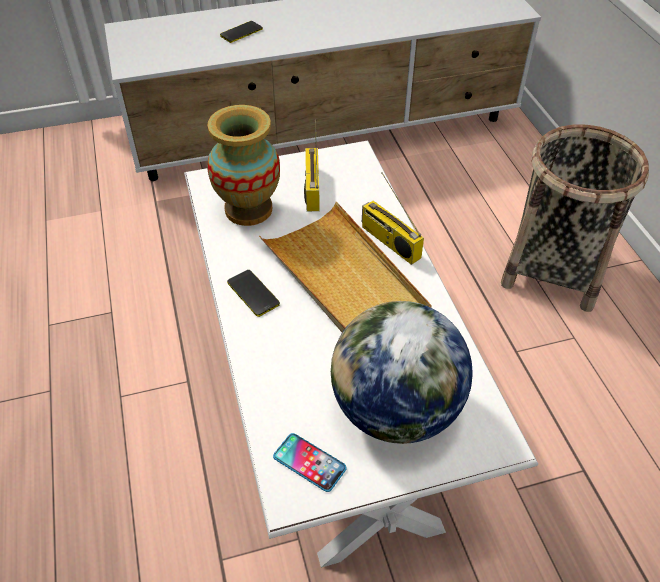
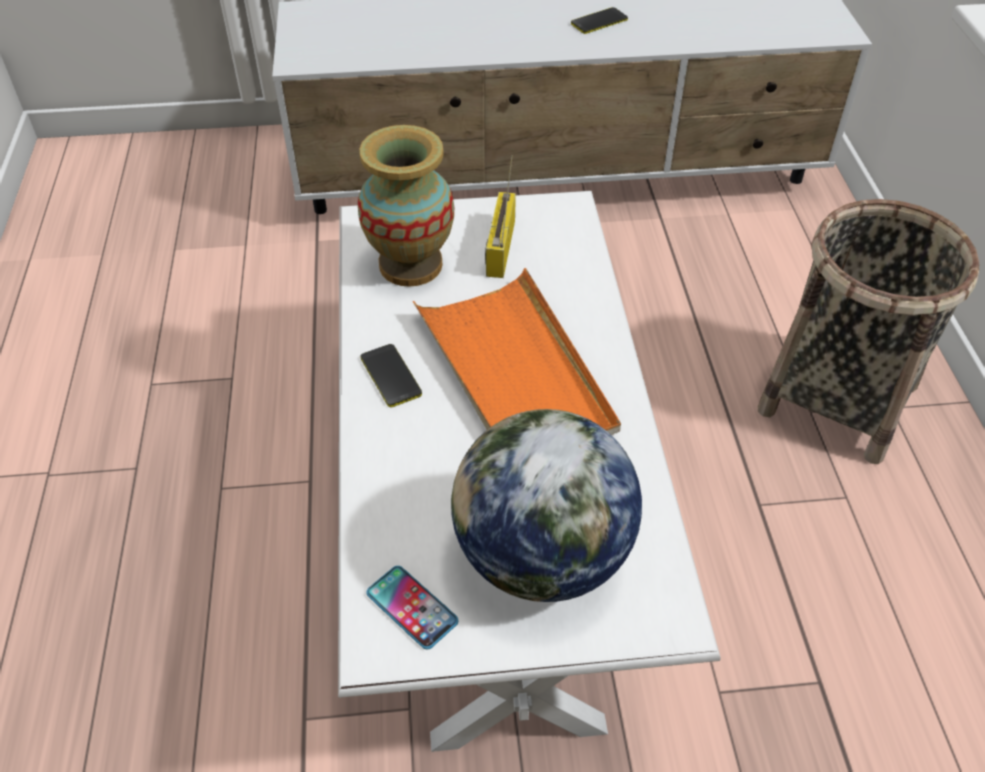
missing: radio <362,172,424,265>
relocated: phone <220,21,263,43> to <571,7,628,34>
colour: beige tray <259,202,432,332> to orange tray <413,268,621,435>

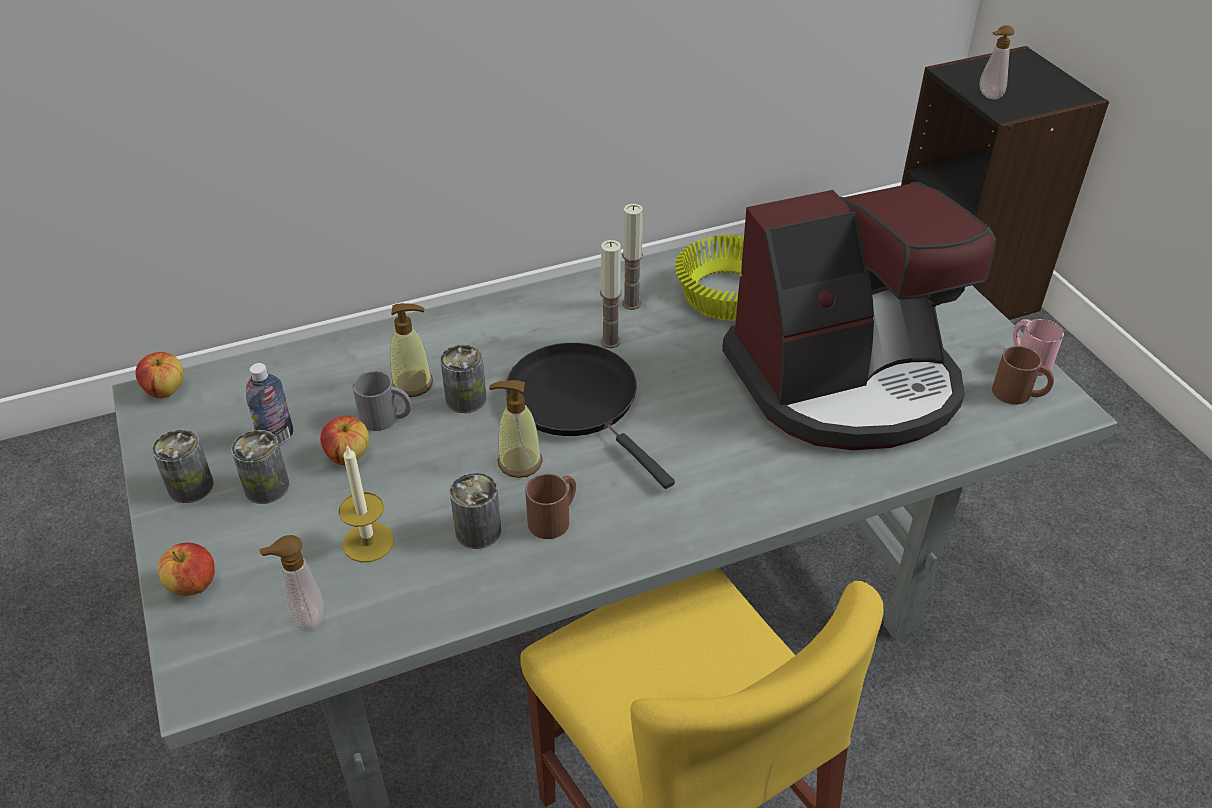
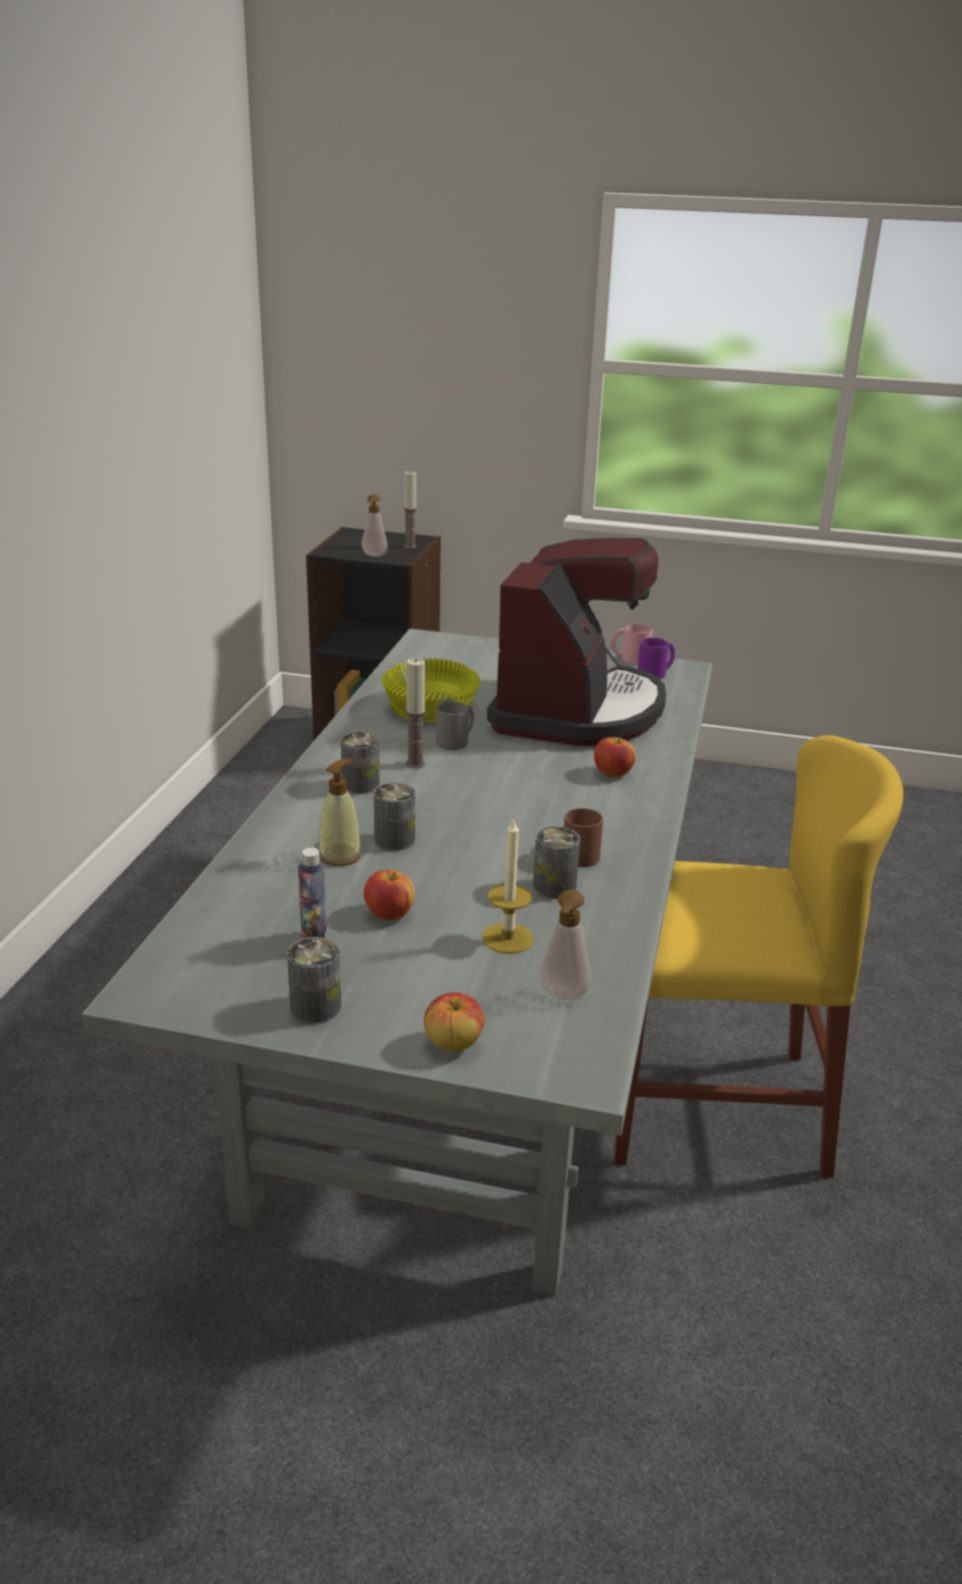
missing: soap dispenser <489,380,543,478>; black frying pan <505,343,675,489>
relocated: apple <135,352,184,398> to <594,736,636,777>; can <231,430,289,504> to <341,732,380,794>; grey mug <353,371,412,431> to <436,701,474,750>; candle <622,204,643,310> to <404,470,417,549>
colour: brown mug <992,346,1054,405> to purple mug <638,637,675,680>

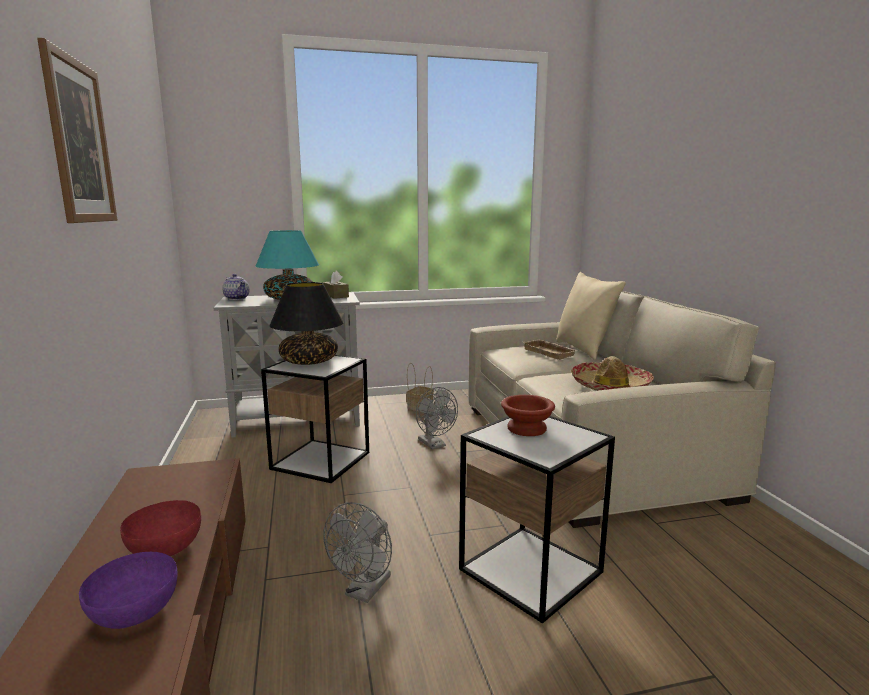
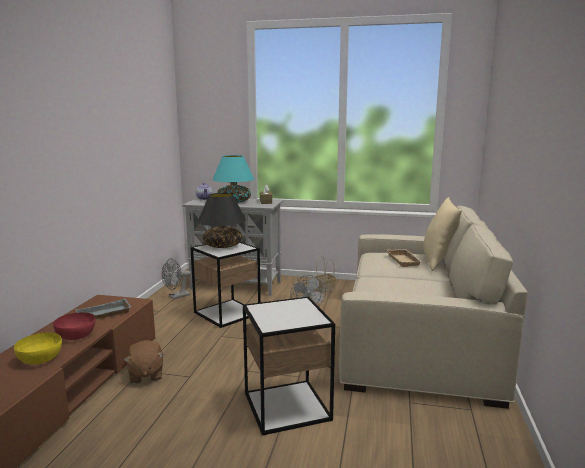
missing: picture <37,38,117,223>; brown bowl <501,395,555,436>; hat <570,356,654,391>
appeared: grey tray <75,298,131,319>; brown plush toy <124,340,165,384>
relocated: grey fan <323,502,392,603> to <162,258,191,299>
colour: purple bowl <79,552,178,629> to yellow bowl <14,332,62,364>

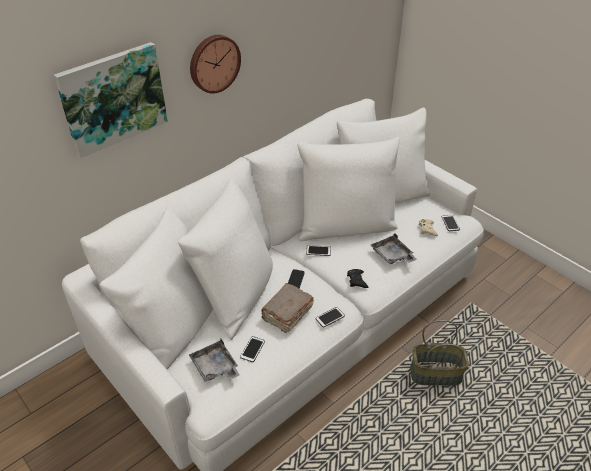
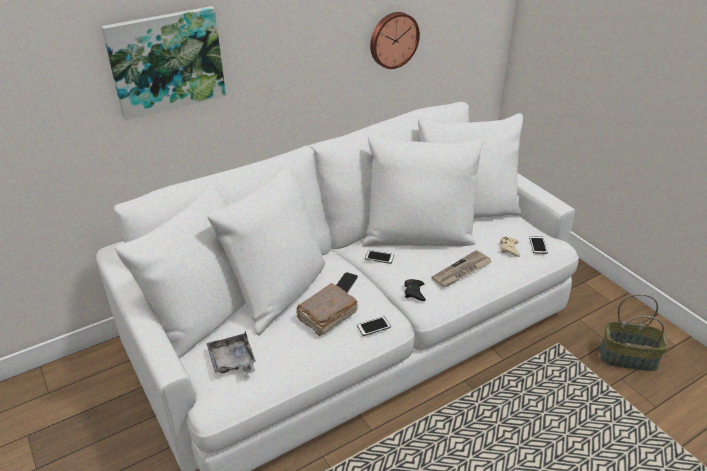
missing: phone <240,336,265,362>
relocated: wall clock <190,35,241,94> to <370,12,420,69>; basket <410,320,469,386> to <600,294,668,371>
exchanged: grey tray <371,233,417,264> to newspaper <432,250,491,287>

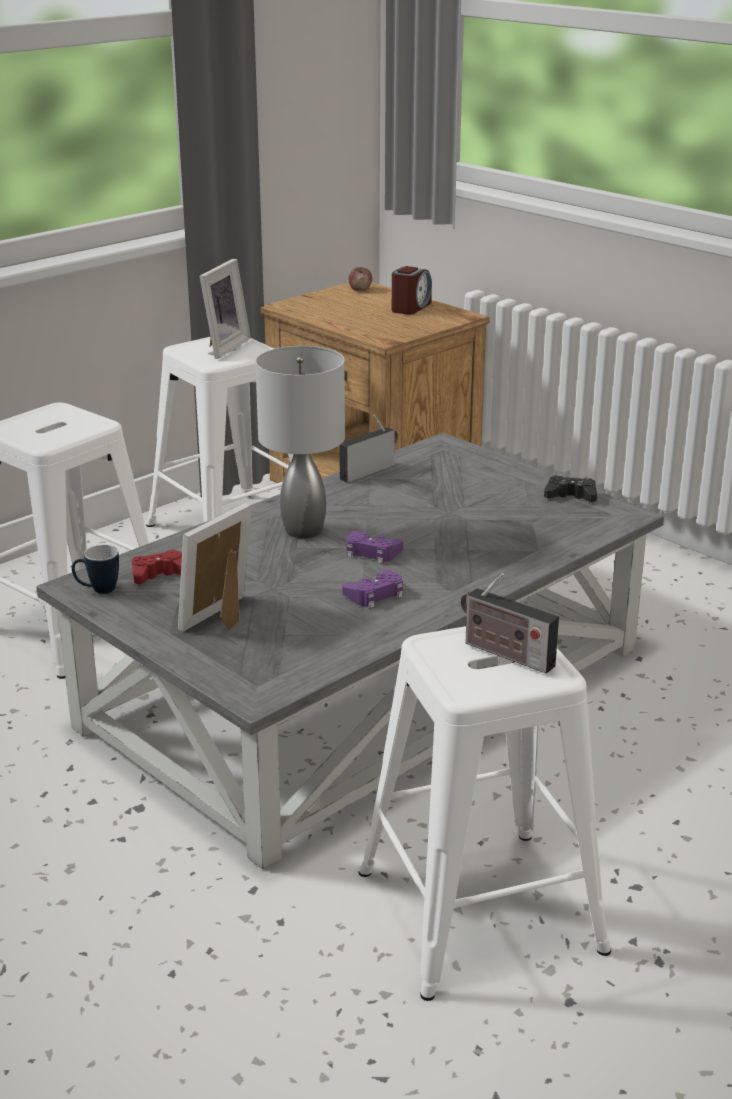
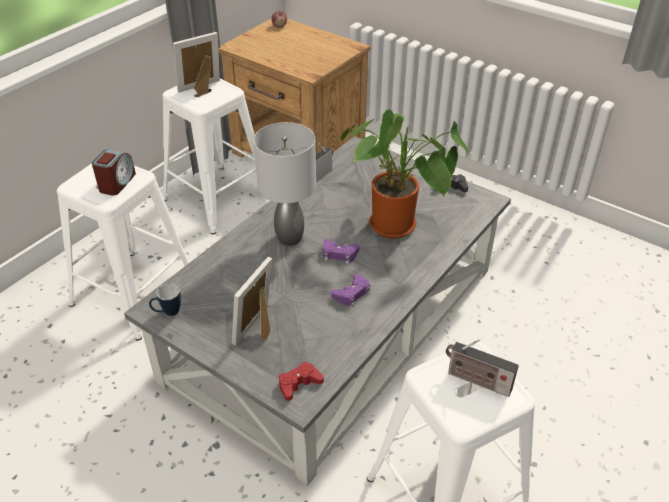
appeared: potted plant <340,110,468,238>
relocated: red game controller <132,550,182,584> to <279,362,324,401>; alarm clock <392,266,432,315> to <92,149,136,196>
spun: picture frame <199,259,251,359> = <173,32,220,96> 135 degrees counterclockwise

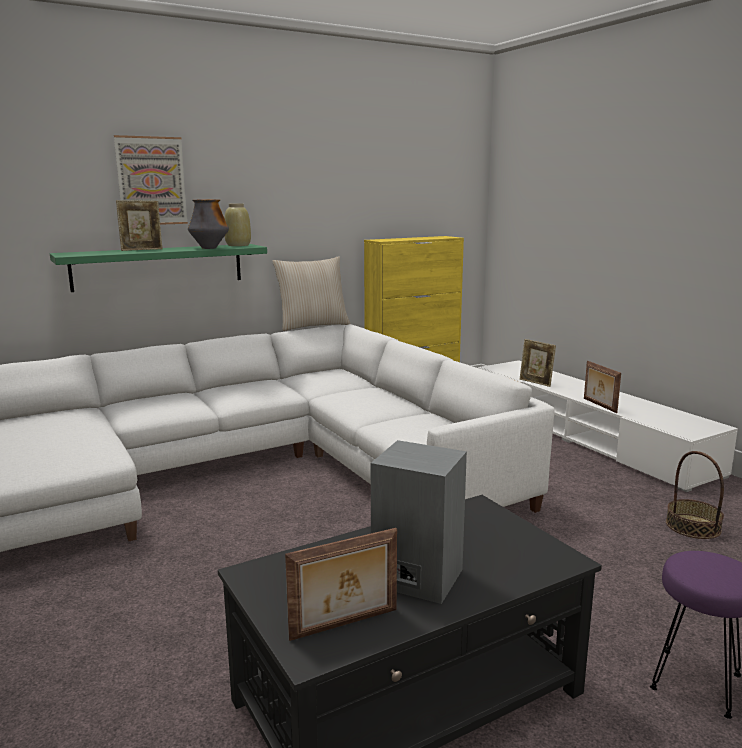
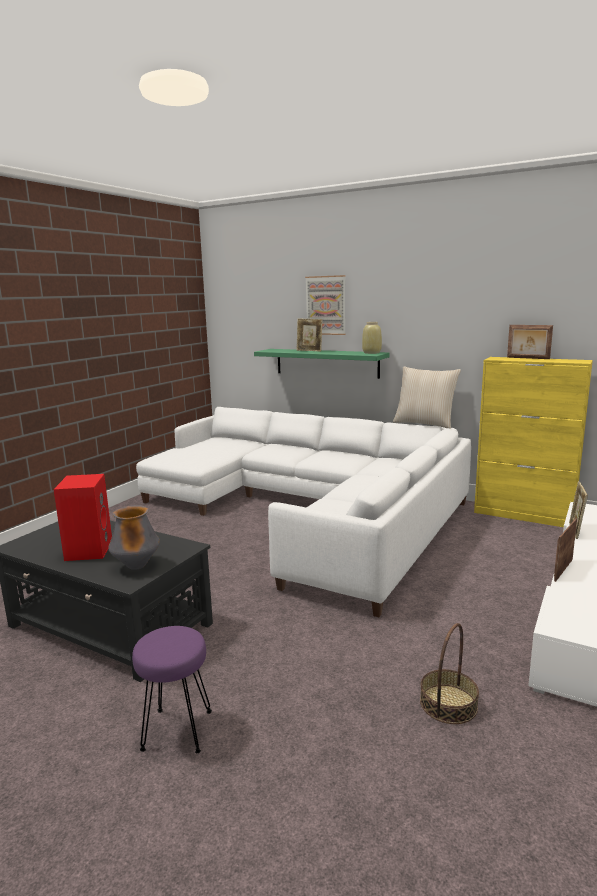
relocated: vase <188,199,229,249> to <108,505,160,570>; picture frame <285,528,397,641> to <507,325,553,359>
colour: grey speaker <371,440,467,604> to red speaker <54,474,112,561>

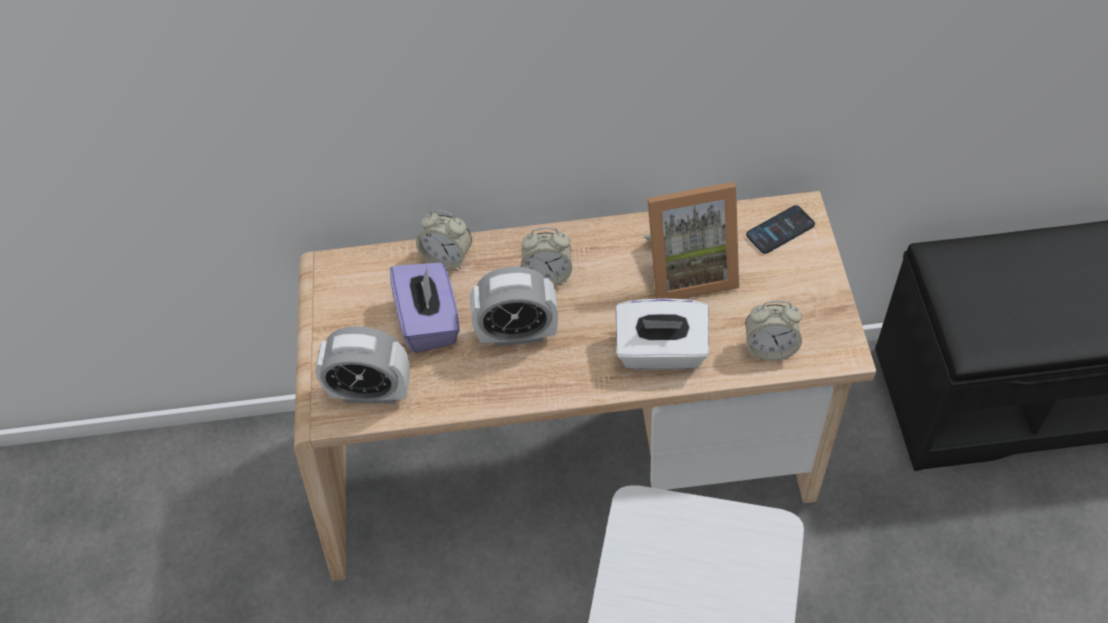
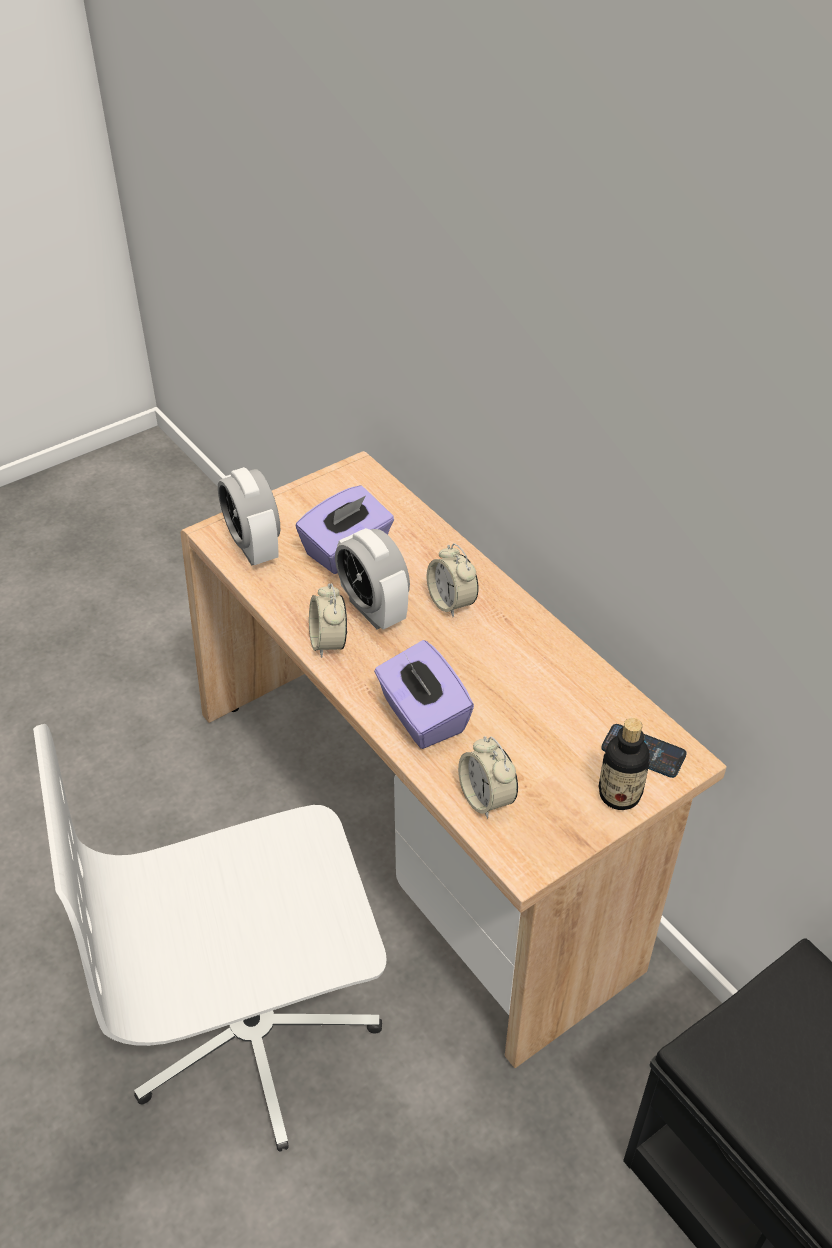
missing: picture frame <643,182,739,299>
appeared: bottle <599,718,650,810>
relocated: alarm clock <416,210,472,269> to <309,583,347,658>
colour: white tissue box <616,298,709,369> to purple tissue box <374,640,474,749>

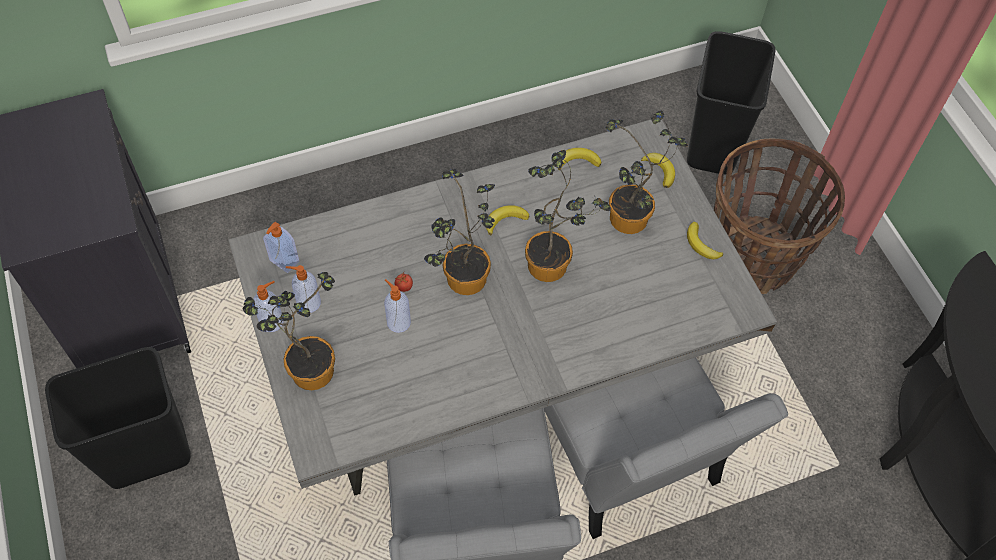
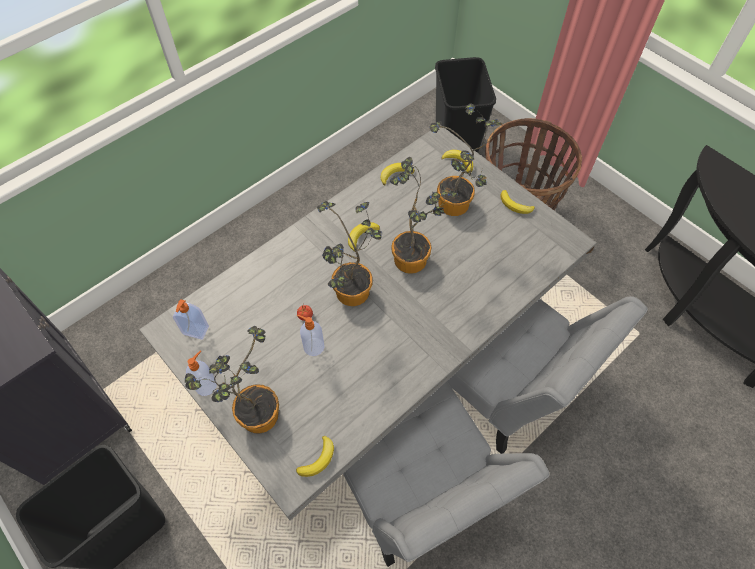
missing: soap dispenser <285,265,321,313>
appeared: banana <296,436,334,477>

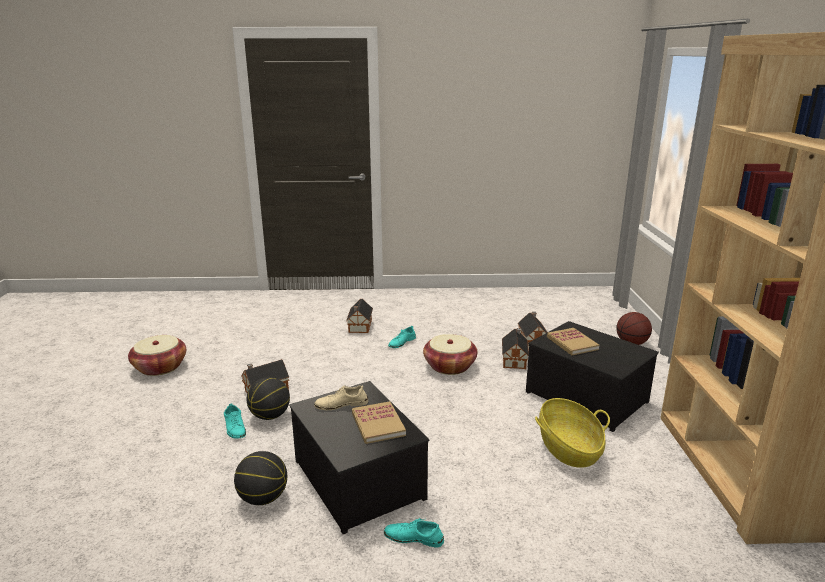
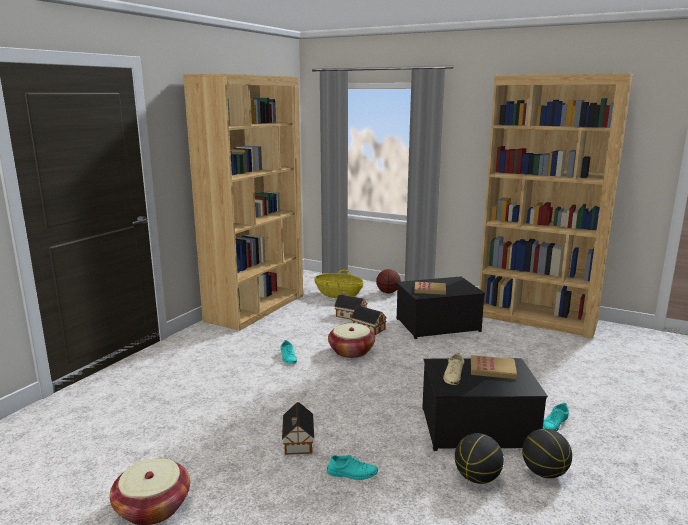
missing: toy house <346,299,373,333>
appeared: brown bookcase <183,74,303,331>
relocated: basketball <247,377,290,420> to <522,429,572,478>; basket <535,398,610,468> to <314,270,364,298>

